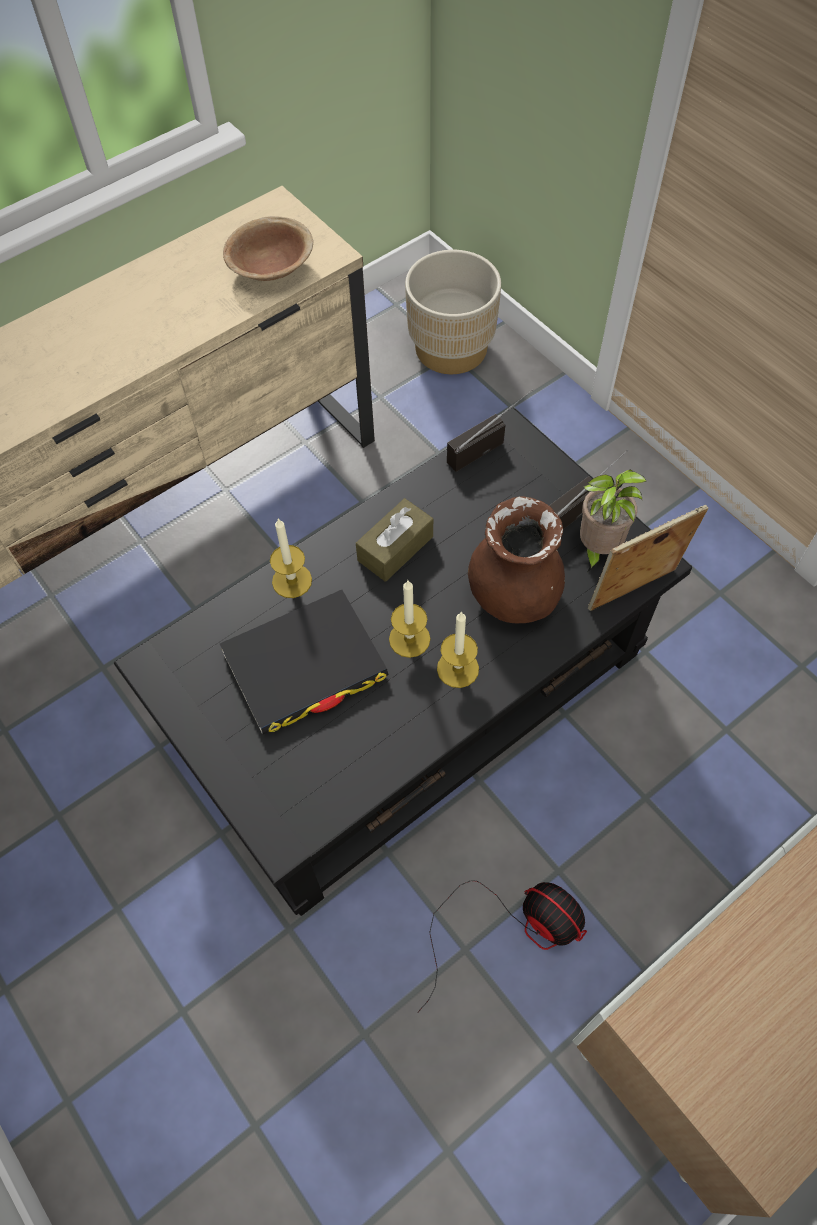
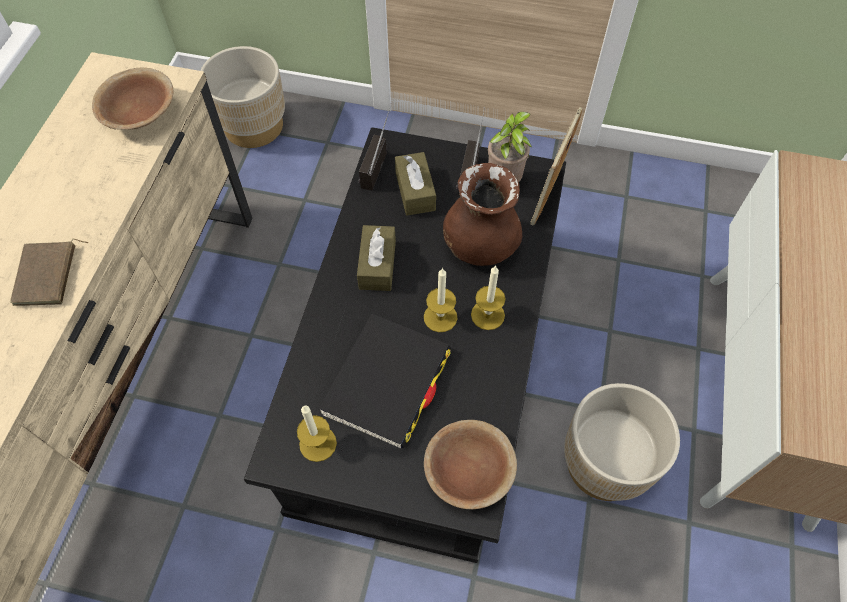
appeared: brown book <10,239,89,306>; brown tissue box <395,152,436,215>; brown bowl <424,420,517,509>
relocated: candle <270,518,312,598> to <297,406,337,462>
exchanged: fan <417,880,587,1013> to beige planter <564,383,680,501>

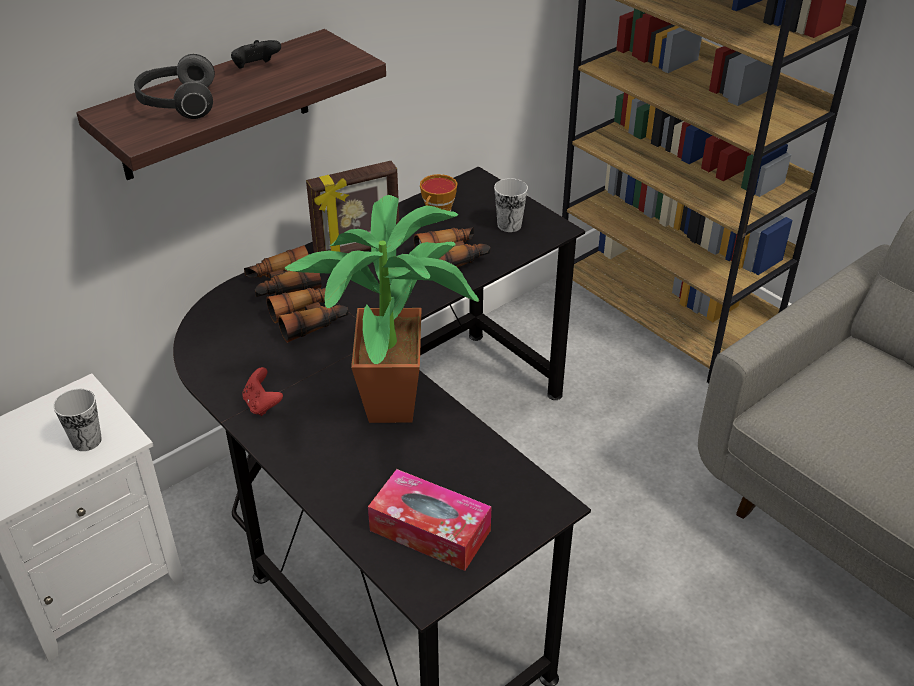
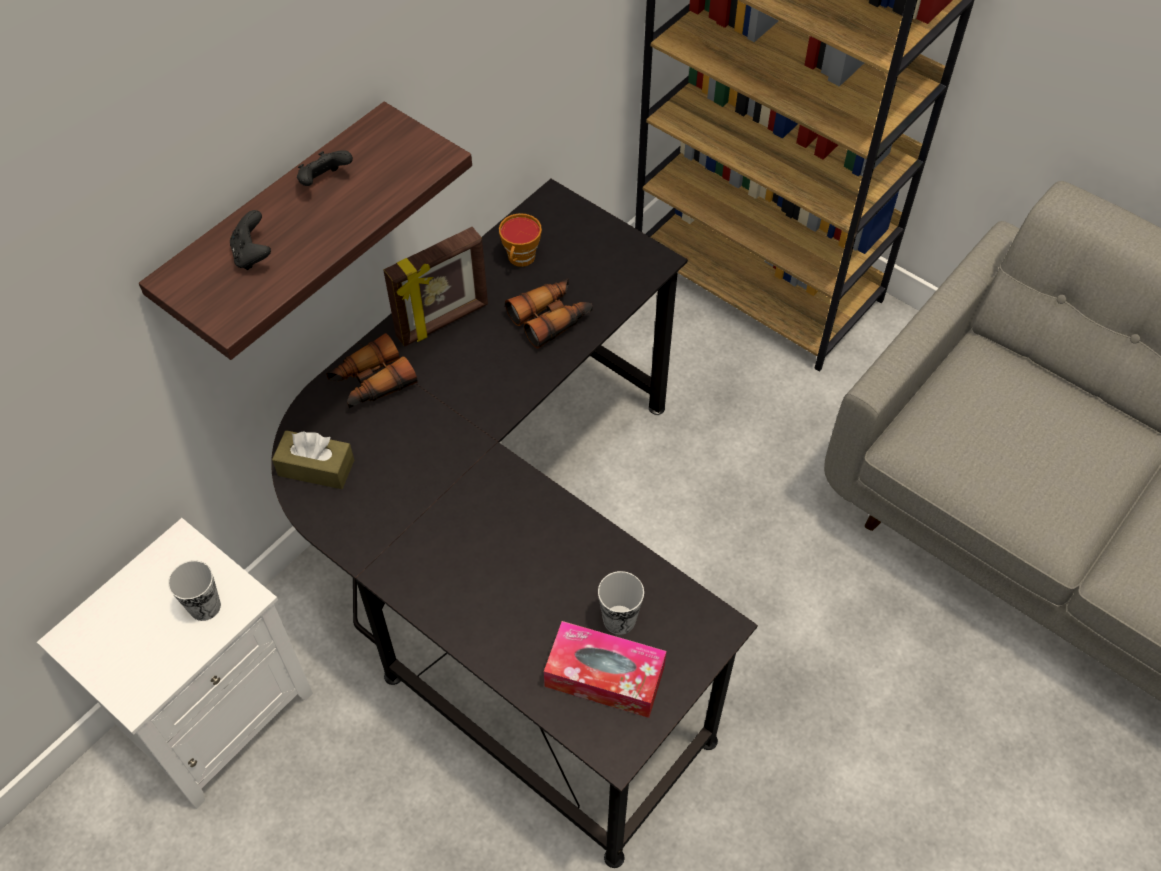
missing: red game controller <242,367,283,416>; binoculars <266,288,349,343>; potted plant <285,195,479,423>
appeared: brown tissue box <272,430,354,489>
relocated: cup <494,178,528,232> to <598,571,644,635>
exchanged: headphones <134,54,215,119> to black game controller <230,210,271,270>

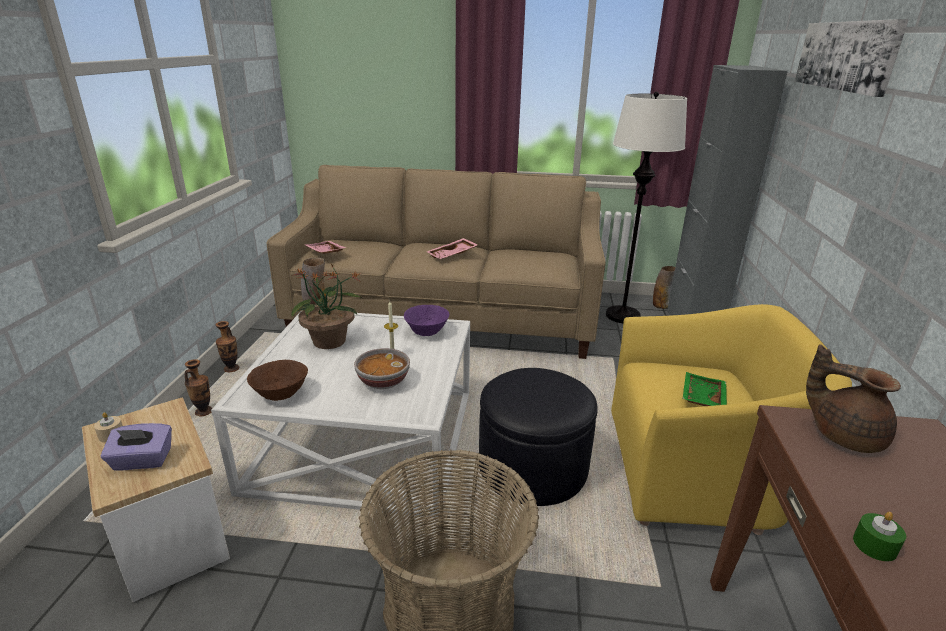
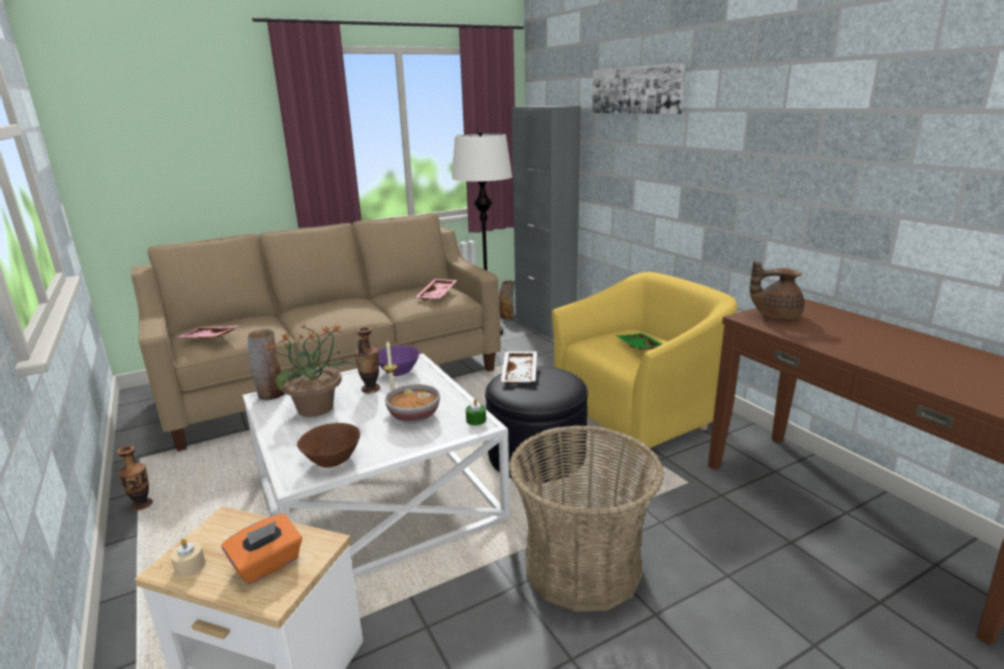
appeared: white tray <501,351,537,385>
relocated: vase <185,359,212,417> to <354,327,380,393>; pink tray <426,238,478,259> to <416,279,457,301>; green candle <853,512,906,562> to <466,399,486,425>
colour: purple tissue box <100,423,172,471> to orange tissue box <221,514,302,585>

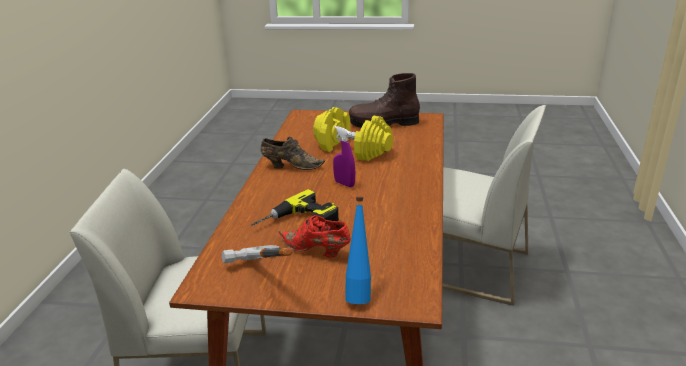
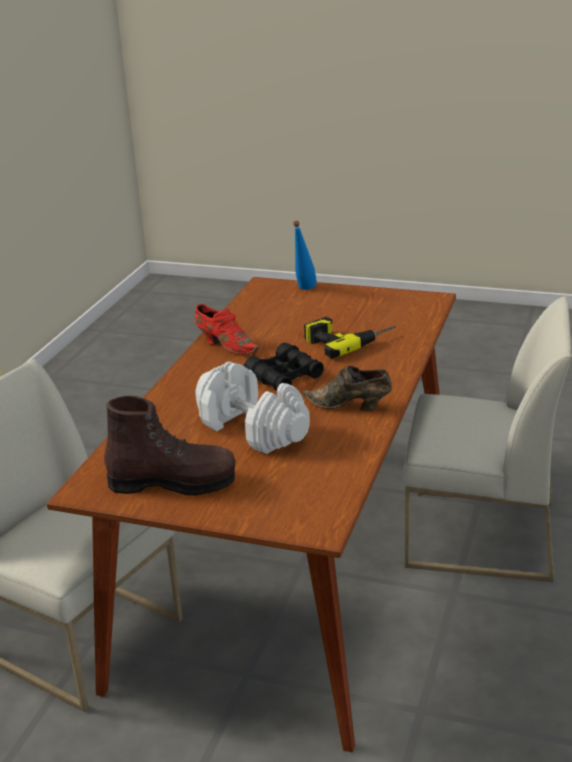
missing: hammer <222,245,293,263>
relocated: red shoe <279,215,351,258> to <194,304,259,355>
exchanged: purple spray bottle <333,126,355,187> to black binoculars <244,343,324,391>
colour: yellow dumbbell <313,107,393,161> to white dumbbell <195,362,310,454>

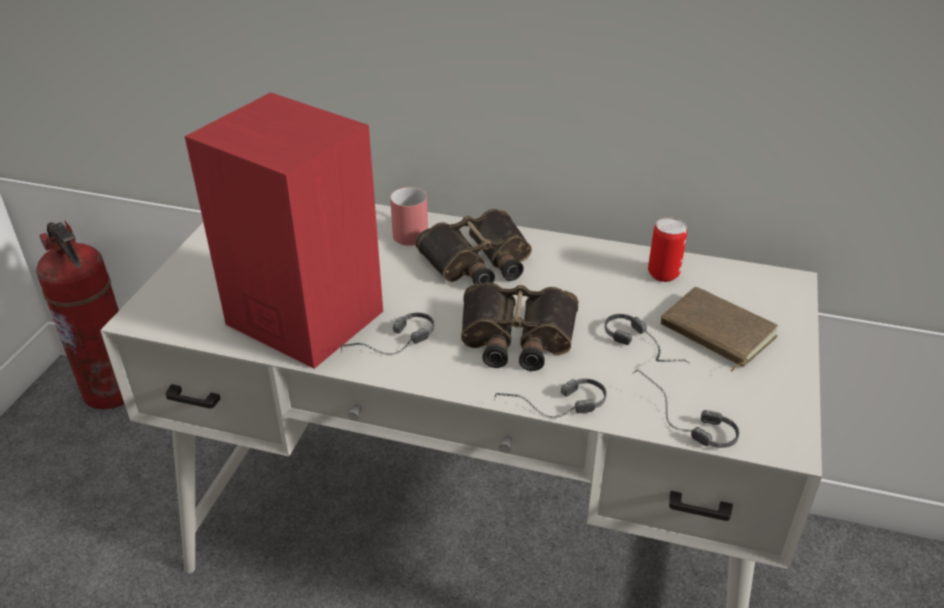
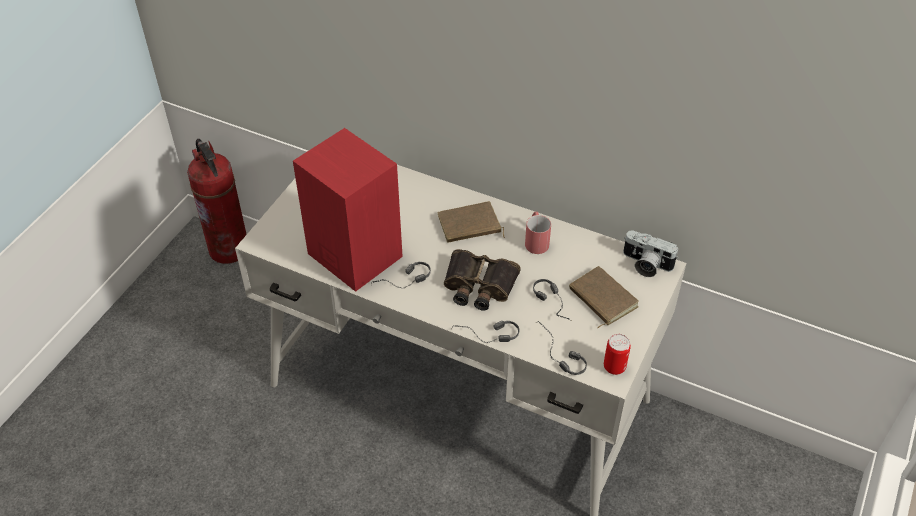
appeared: photo camera <623,231,678,277>
relocated: red mug <390,187,428,246> to <525,212,551,254>; can <648,217,687,282> to <604,334,631,375>
exchanged: binoculars <415,209,532,285> to brown book <437,201,505,243>

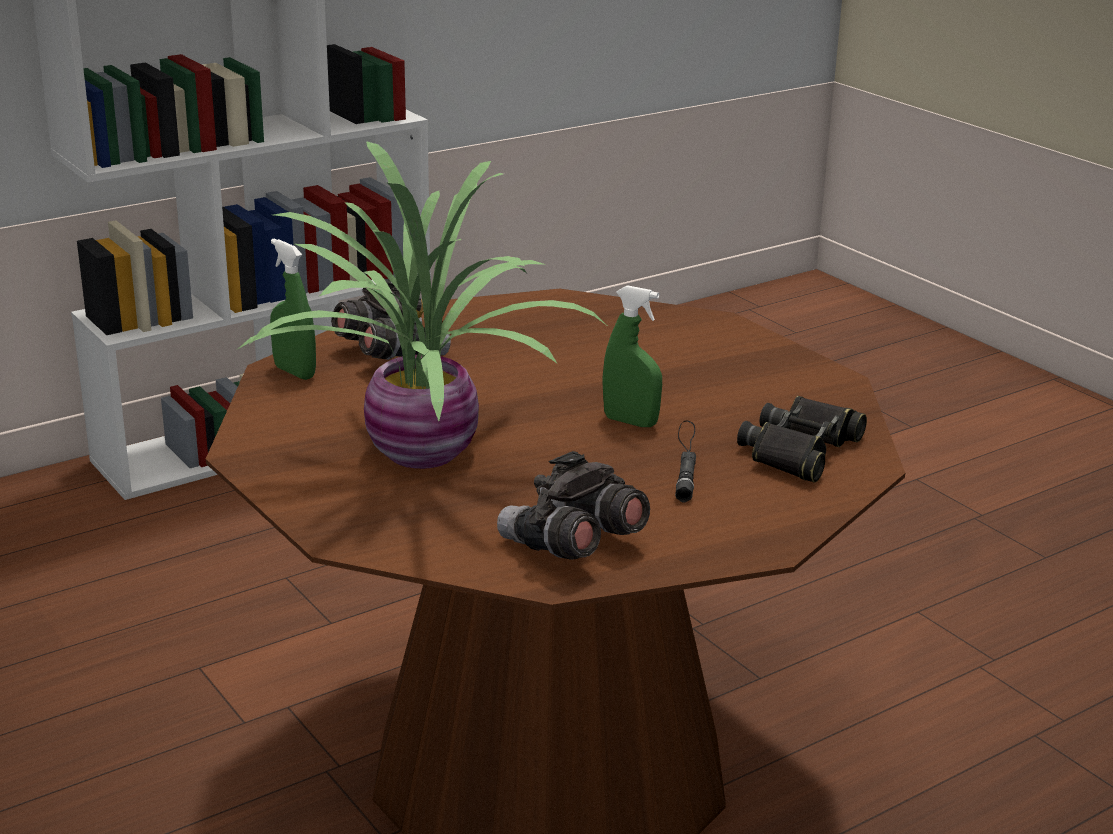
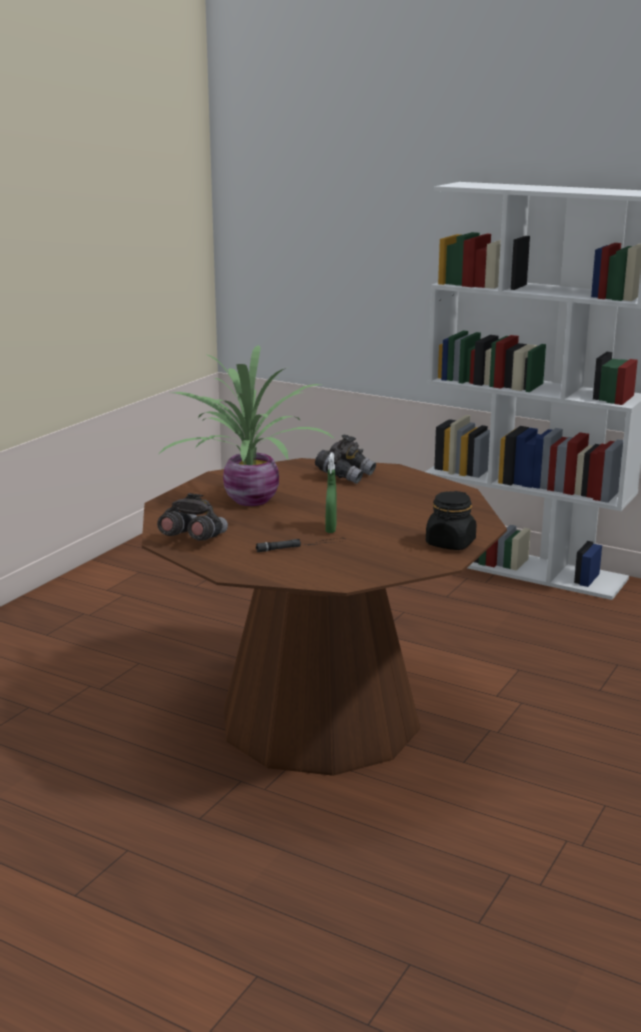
missing: green spray bottle <270,239,316,380>; black binoculars <737,396,867,483>
appeared: black jar <426,491,476,550>

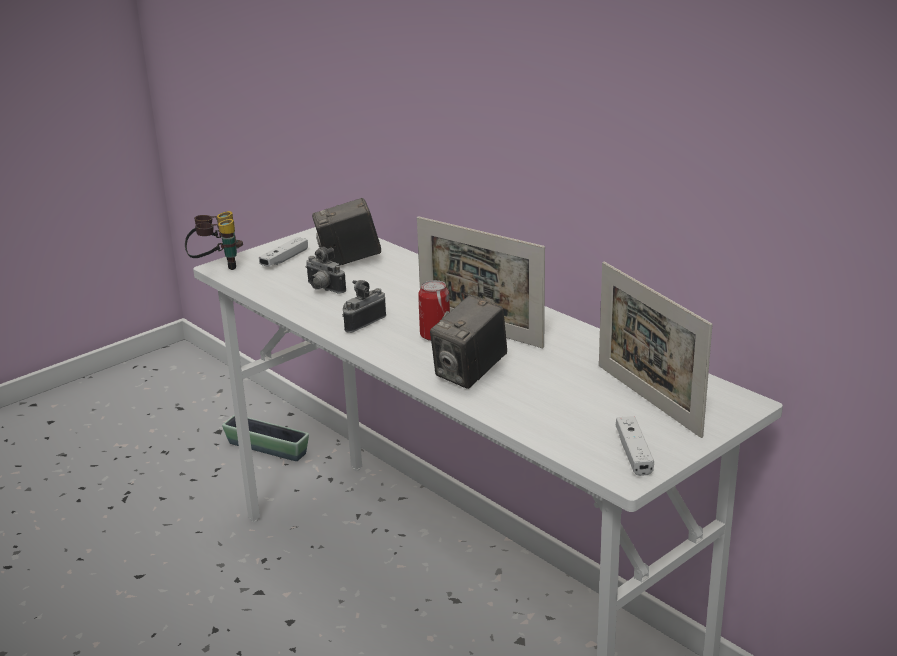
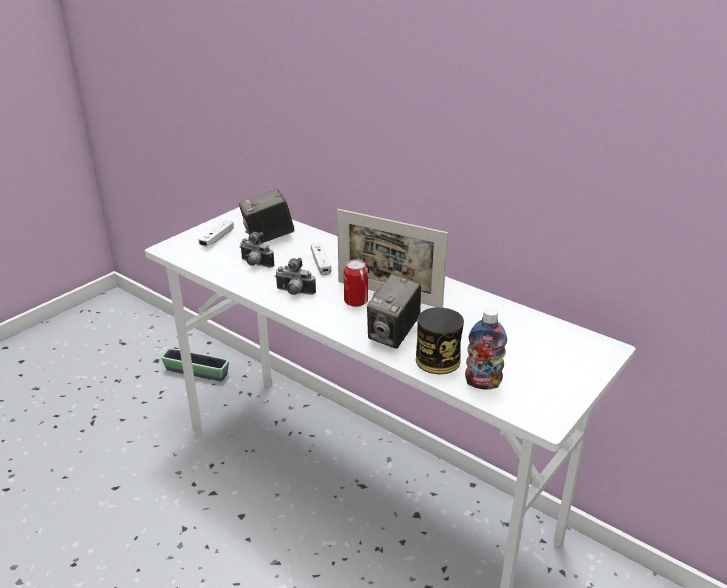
missing: binoculars <185,211,243,270>; picture frame <599,262,713,438>
appeared: can <416,307,464,374>; bottle <465,308,507,389>
relocated: white game controller <615,416,654,476> to <311,243,332,276>
spun: photo camera <342,280,386,333> = <275,258,316,295> 105 degrees counterclockwise

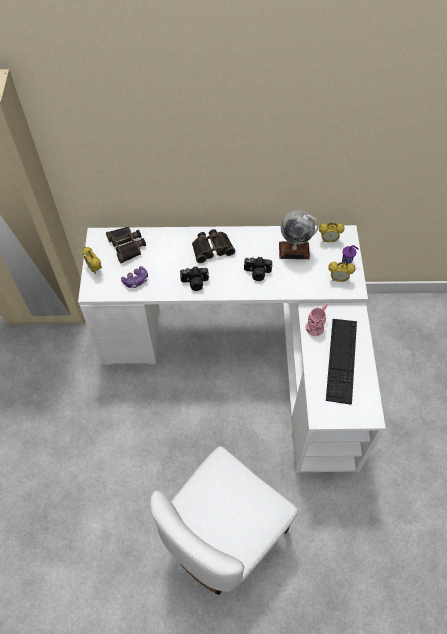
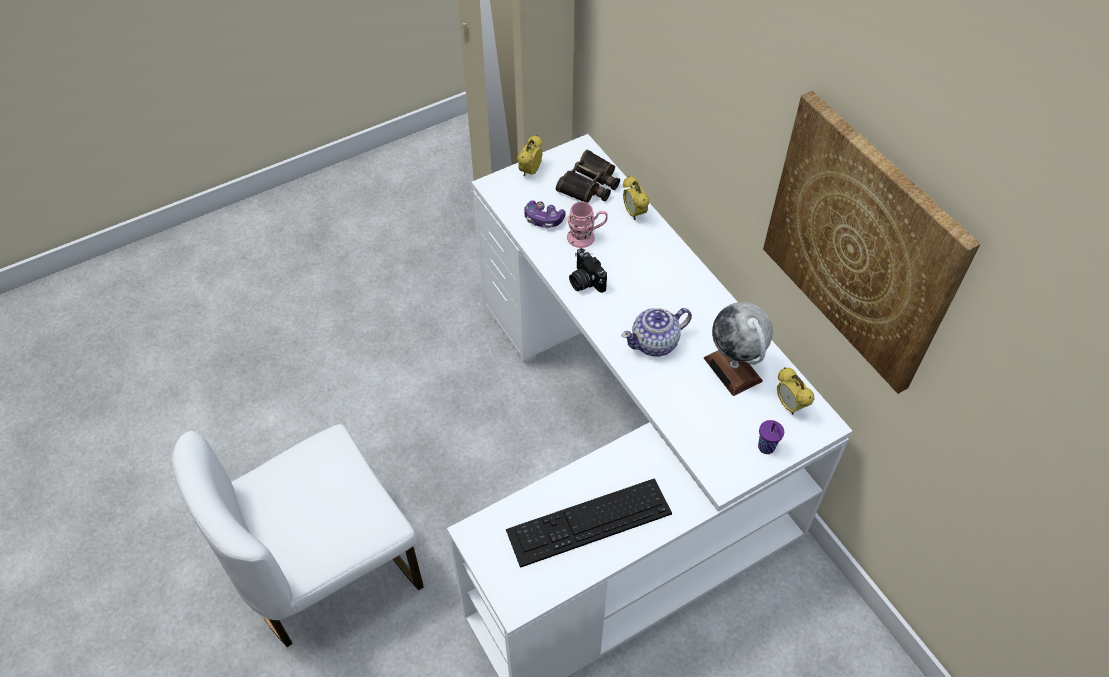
missing: binoculars <192,229,235,263>
appeared: picture <763,91,981,394>
relocated: pink mug <306,303,327,336> to <567,202,608,248>; alarm clock <328,262,355,282> to <623,176,649,220>
exchanged: photo camera <244,257,272,281> to teapot <622,308,692,357>
spun: white chair <150,446,298,595> = <172,424,424,647> 45 degrees counterclockwise

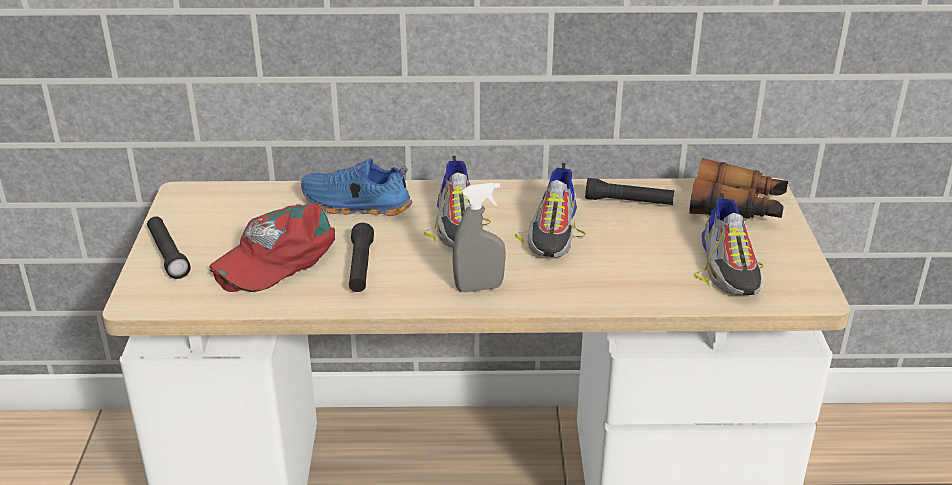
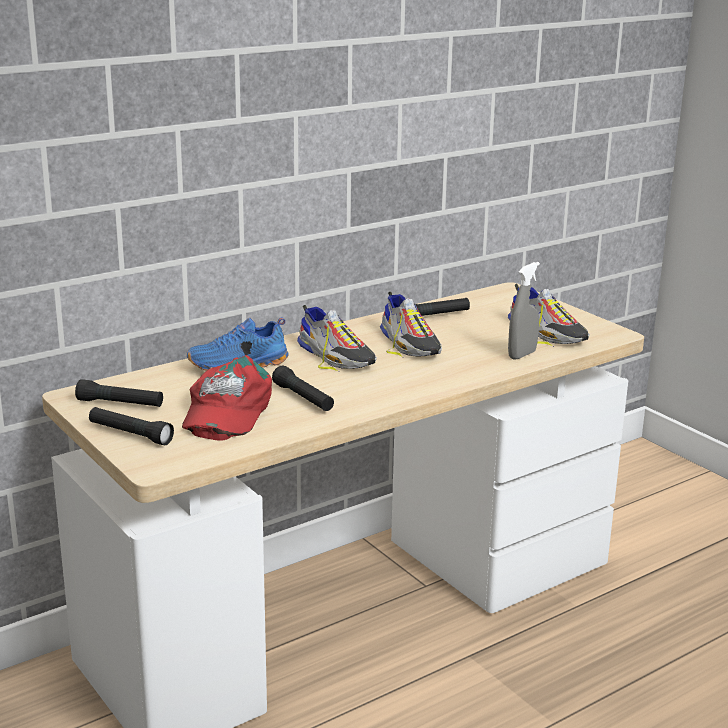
missing: binoculars <689,158,788,219>
appeared: black flashlight <75,379,163,407>
relocated: grey spray bottle <452,183,506,292> to <508,262,540,360>

